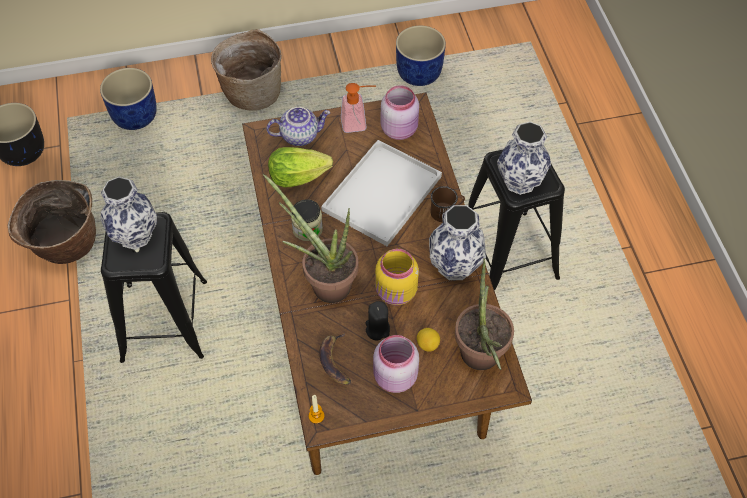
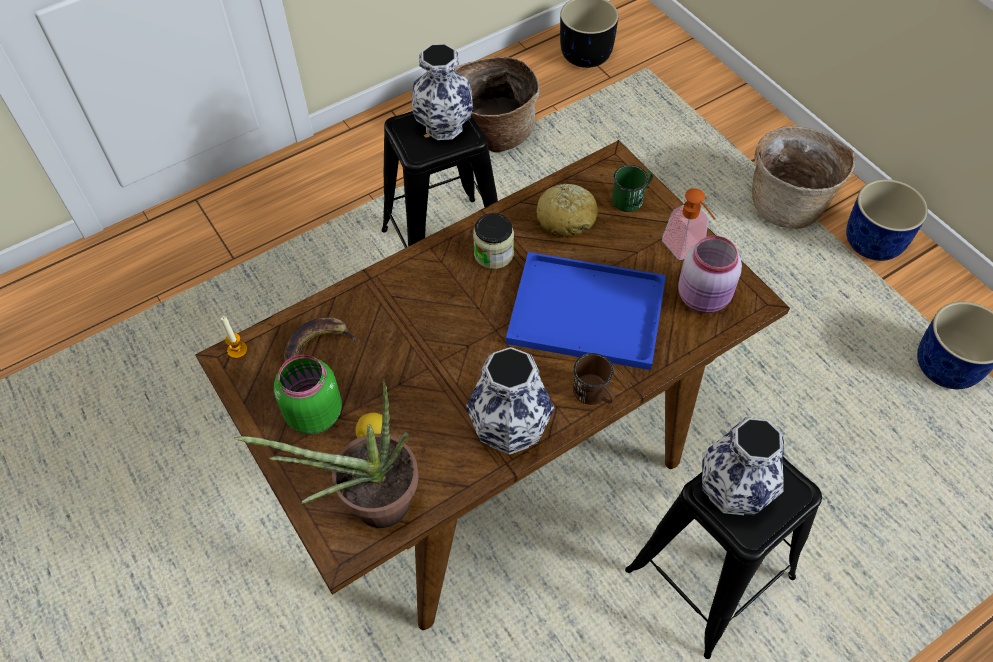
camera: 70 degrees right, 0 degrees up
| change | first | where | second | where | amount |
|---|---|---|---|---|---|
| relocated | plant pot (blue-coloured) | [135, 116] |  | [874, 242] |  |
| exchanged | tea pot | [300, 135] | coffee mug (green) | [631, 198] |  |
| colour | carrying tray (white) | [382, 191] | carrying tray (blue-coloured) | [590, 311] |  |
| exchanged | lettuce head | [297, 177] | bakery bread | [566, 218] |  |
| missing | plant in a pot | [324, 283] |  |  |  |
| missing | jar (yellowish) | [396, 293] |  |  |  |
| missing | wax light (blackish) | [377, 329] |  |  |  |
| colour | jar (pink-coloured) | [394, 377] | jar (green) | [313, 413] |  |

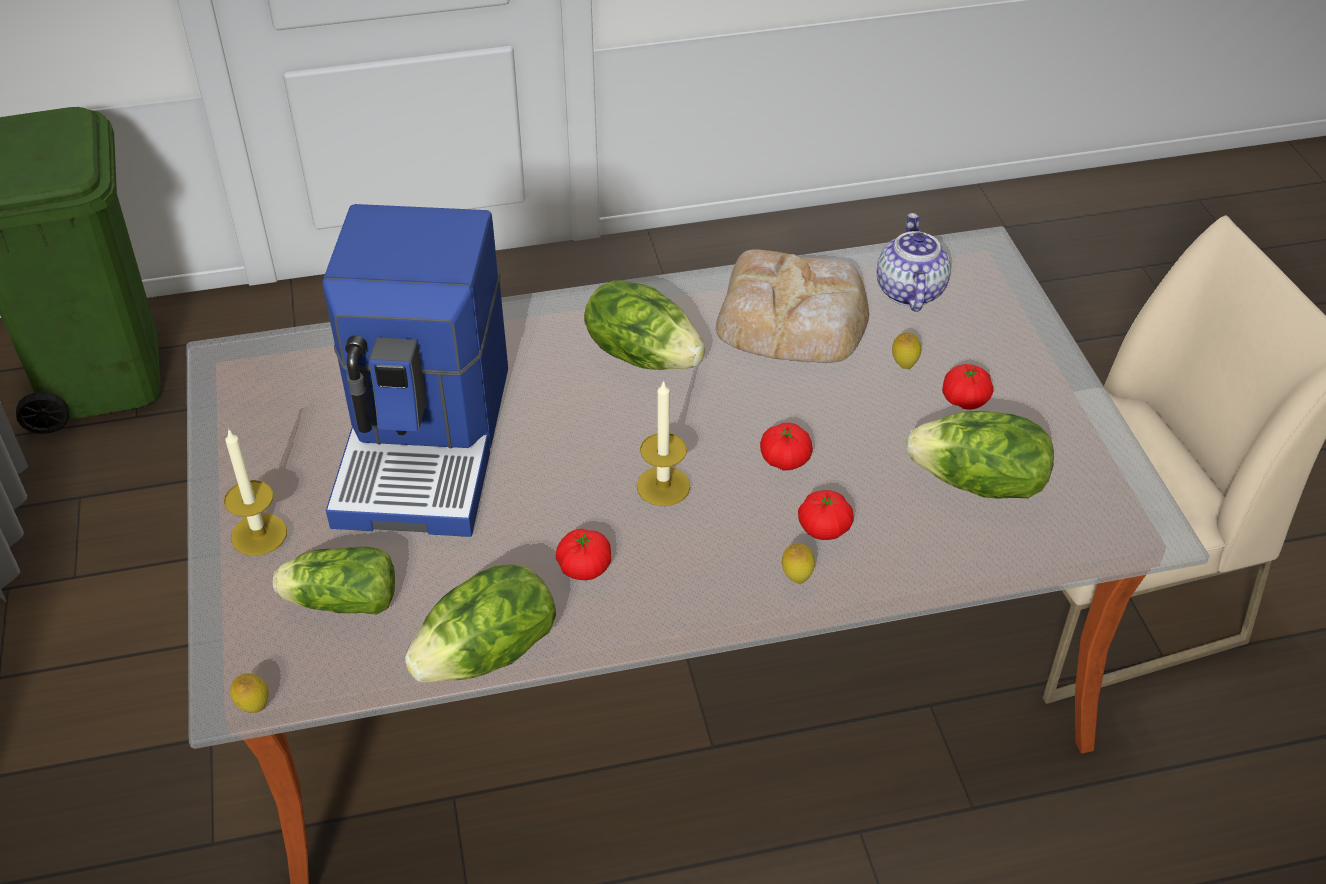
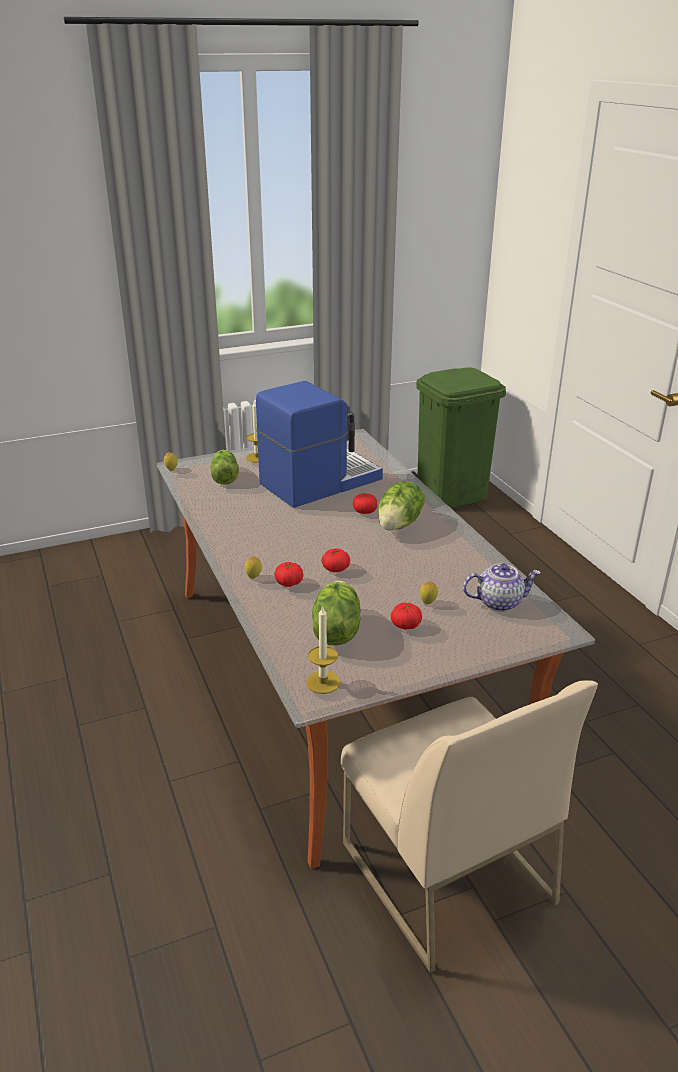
camera: 80 degrees right, 15 degrees down
| change | first | where | second | where | amount |
|---|---|---|---|---|---|
| spun | coffee machine | [428, 442] |  | [319, 481] | 150 degrees clockwise |
| missing | bakery bread | [794, 318] |  |  |  |
| relocated | wax light | [663, 486] |  | [323, 682] |  |
| relocated | fresh tomato | [584, 567] |  | [365, 511] |  |
| missing | lettuce head | [489, 654] |  |  |  |

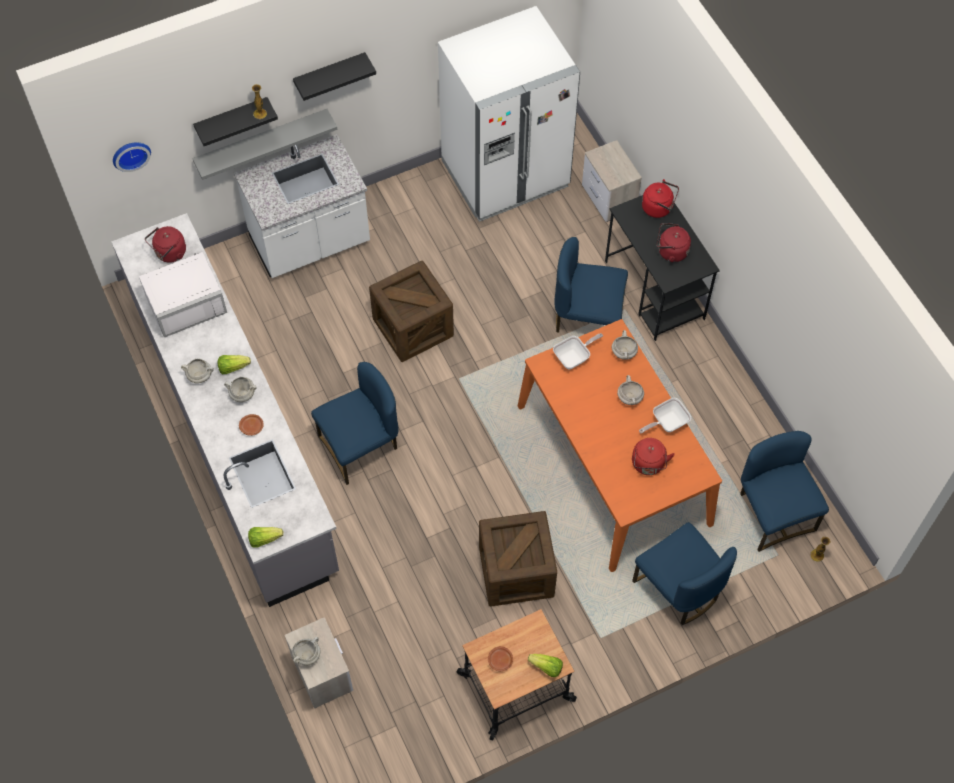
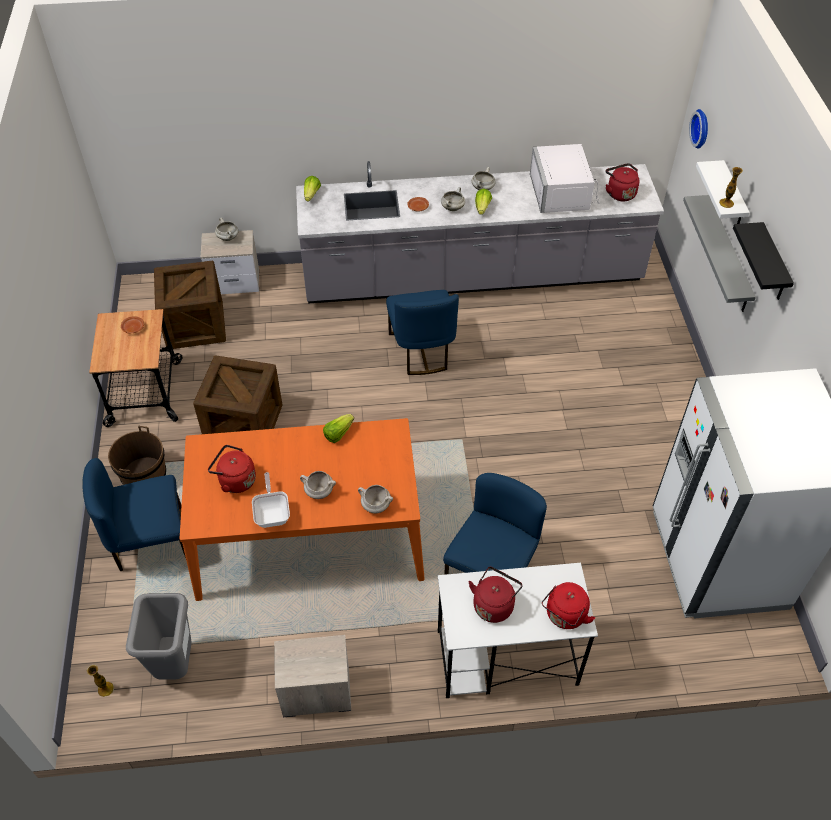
camera: 110 degrees right, 10 degrees down
| change | first | where | second | where | amount |
|---|---|---|---|---|---|
| colour | shelf (blackish) | [232, 120] | shelf (white) | [732, 198] |  |
| missing | kitchen base unit (white) | [310, 243] |  |  |  |
| relocated | night table | [609, 198] |  | [315, 691] |  |
| colour | desk table (blackish) | [655, 290] | desk table (white) | [505, 658] |  |
| relocated | shipping crate | [413, 327] |  | [195, 325] |  |
| missing | frying pan | [574, 357] |  |  |  |
| exchanged | chair (blue-coloured) | [773, 513] | rubbish bin (grey) | [175, 665] |  |
| relocated | lettuce head | [546, 667] |  | [338, 433] |  |
| appeared |  |  | pail (brown-coloured) | [144, 476] |  |

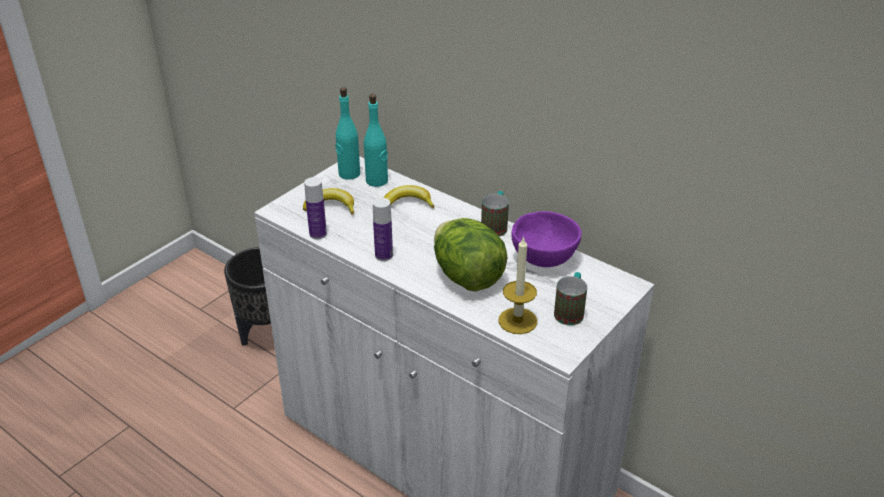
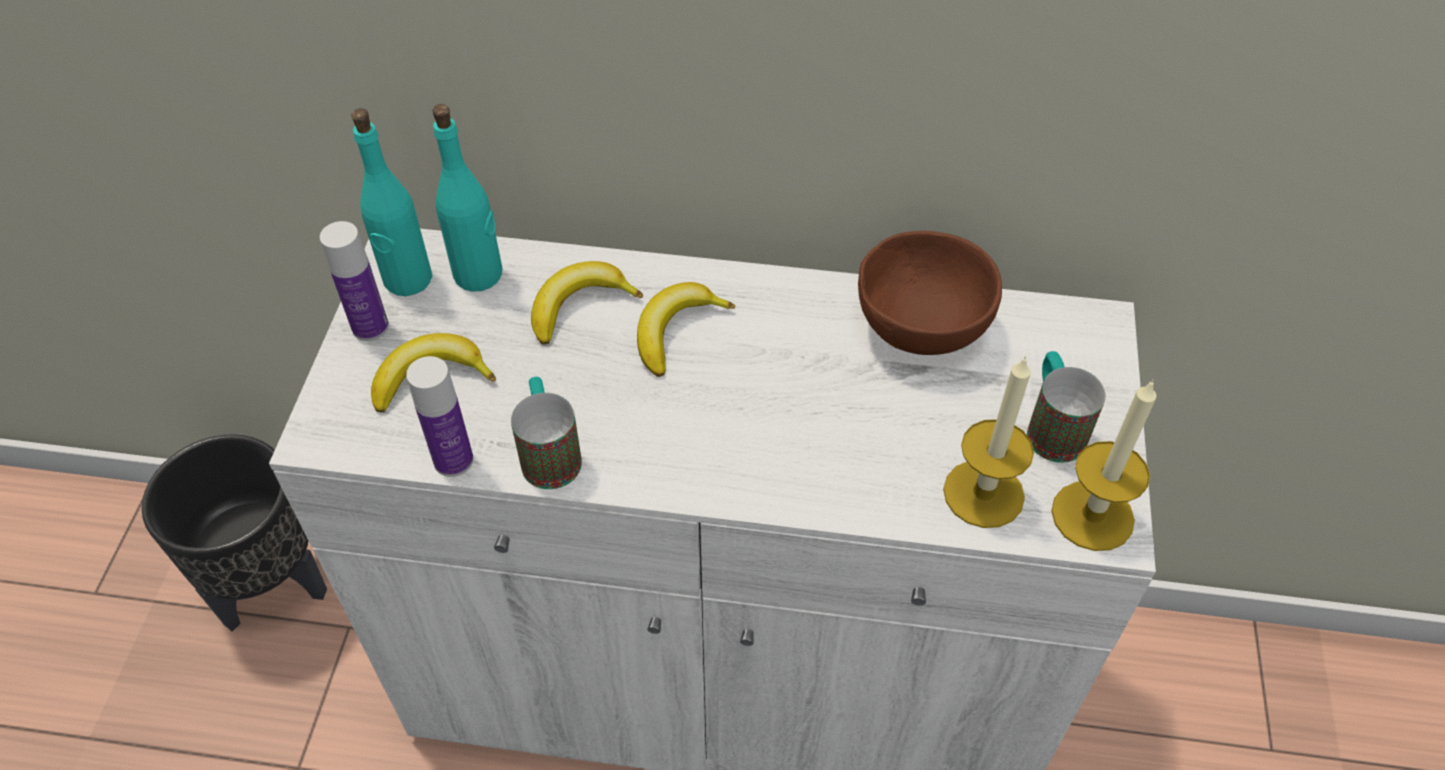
camera: 30 degrees left, 15 degrees up
| change | first | where | second | where | amount |
|---|---|---|---|---|---|
| relocated | coffee mug | [495, 226] |  | [549, 452] |  |
| relocated | beverage bottle | [384, 255] |  | [370, 327] |  |
| colour | bowl (purplish) | [543, 258] | bowl (brown-coloured) | [919, 327] |  |
| missing | lettuce head | [467, 277] |  |  |  |
| appeared |  |  | banana fruit | [676, 332] |  |
| appeared |  |  | wax light | [1092, 515] |  |

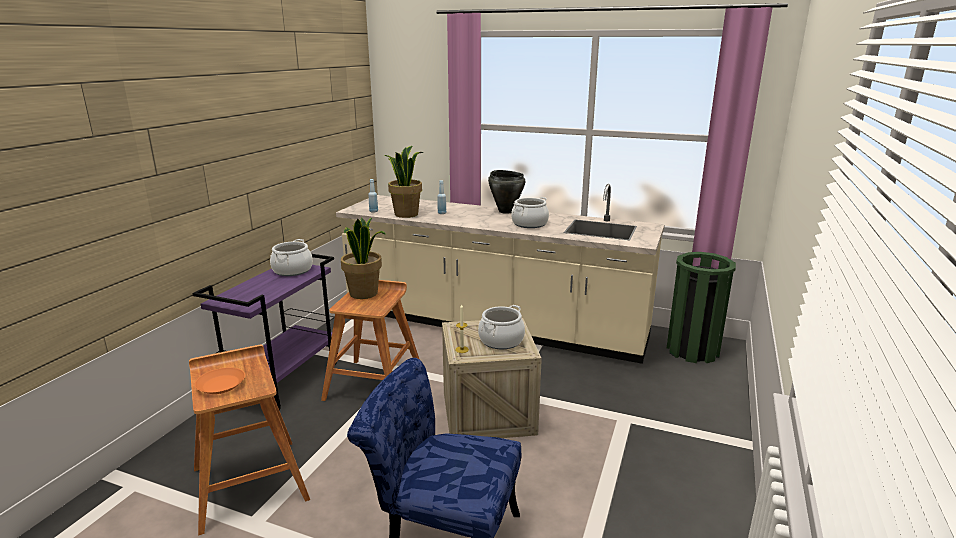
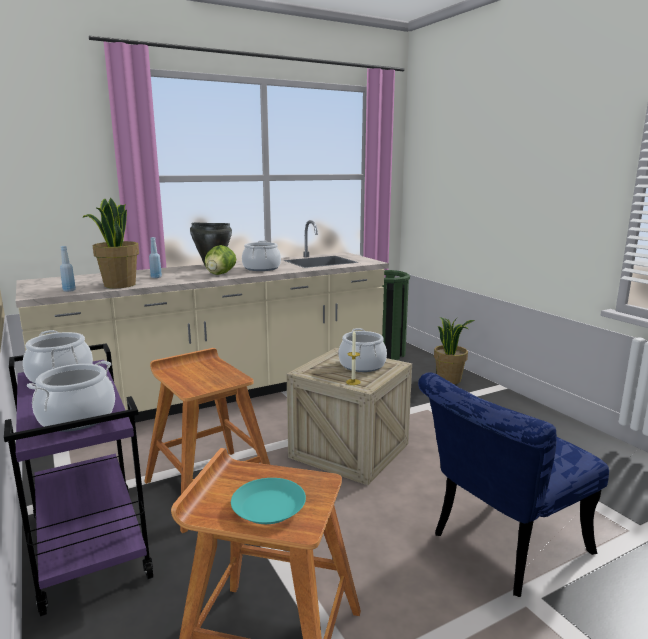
camera: 50 degrees left, 5 degrees down
| change | first | where | second | where | amount |
|---|---|---|---|---|---|
| relocated | plant in a pot | [364, 293] |  | [449, 380] |  |
| colour | dinner plate (orange) | [220, 385] | dinner plate (turquoise-coloured) | [268, 507] |  |
| appeared |  |  | lettuce head | [220, 274] |  |
| appeared |  |  | stockpot | [77, 418] |  |

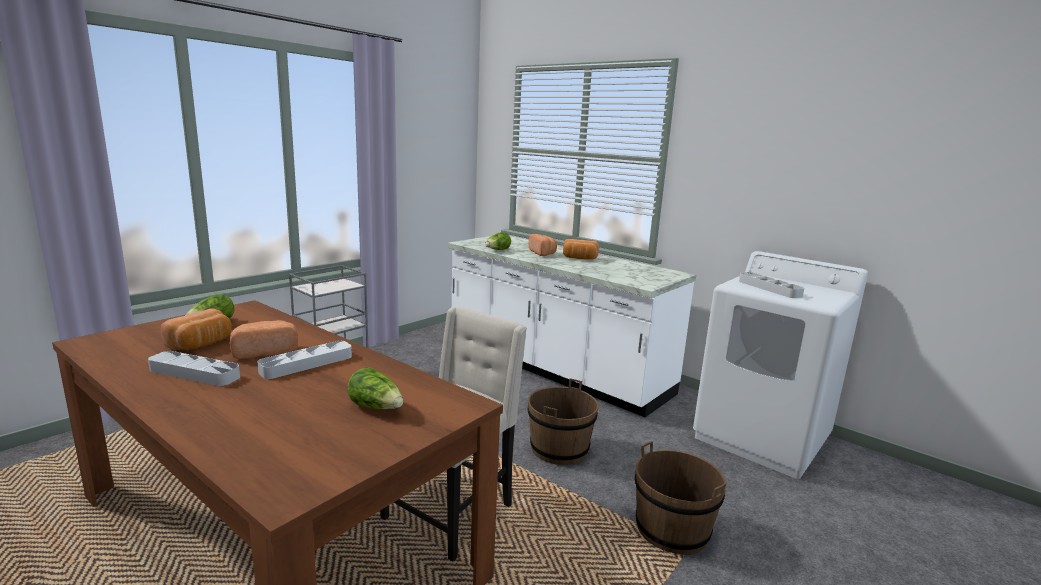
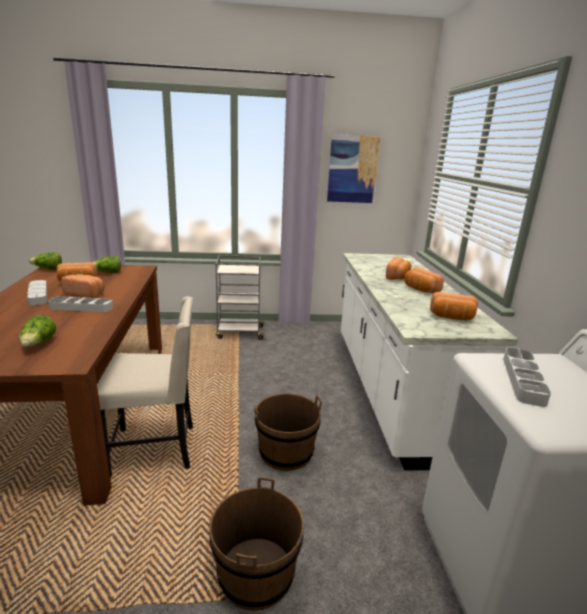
camera: 45 degrees right, 5 degrees up
| change | first | where | second | where | amount |
|---|---|---|---|---|---|
| relocated | lettuce head | [497, 250] |  | [48, 269] |  |
| appeared |  |  | wall art | [352, 169] |  |
| appeared |  |  | bakery bread | [452, 317] |  |

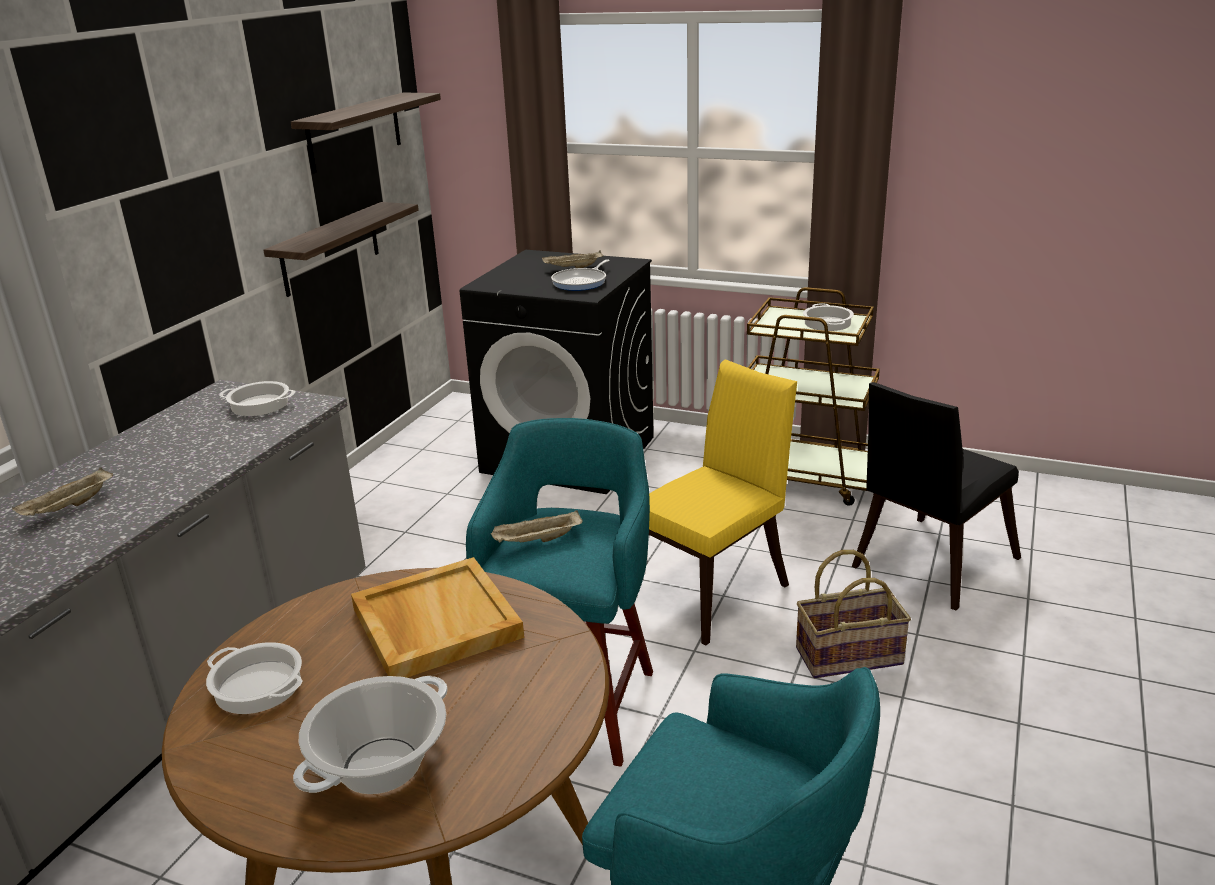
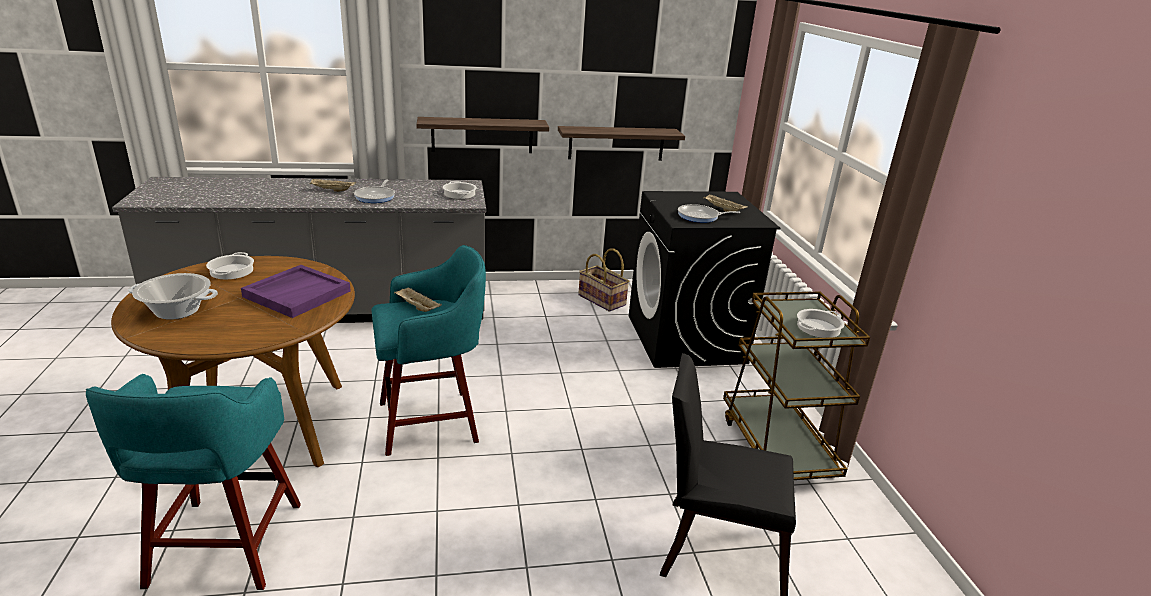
camera: 55 degrees right, 0 degrees up
| change | first | where | second | where | amount |
|---|---|---|---|---|---|
| relocated | shelf | [354, 132] |  | [482, 135] |  |
| missing | chair (yellowish) | [712, 587] |  |  |  |
| relocated | storage basket | [849, 655] |  | [602, 300] |  |
| colour | carrying tray (beige-coloured) | [434, 622] | carrying tray (purplish) | [297, 293] |  |
| appeared |  |  | frying pan | [376, 197] |  |

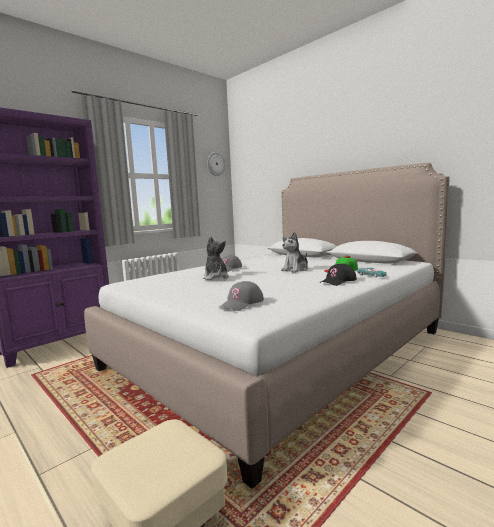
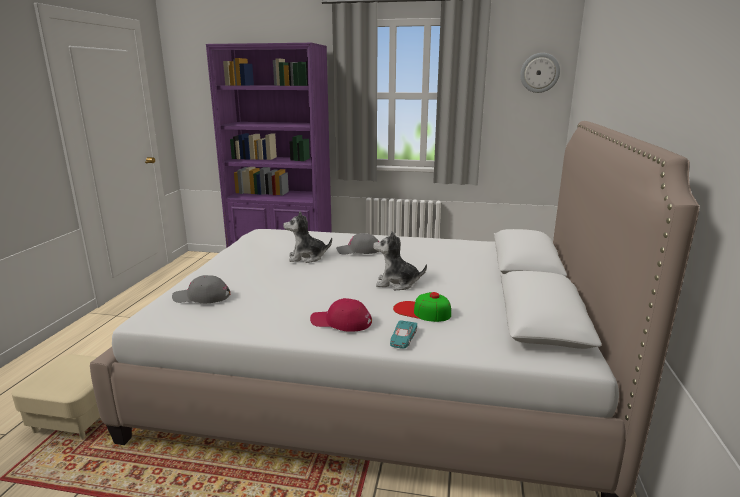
camera: 55 degrees right, 10 degrees up
| change | first | where | second | where | amount |
|---|---|---|---|---|---|
| spun | cuddly toy | [215, 277] |  | [307, 257] | 135 degrees counterclockwise |
| colour | peaked cap (blackish) | [338, 281] | peaked cap (red) | [341, 322] |  |

